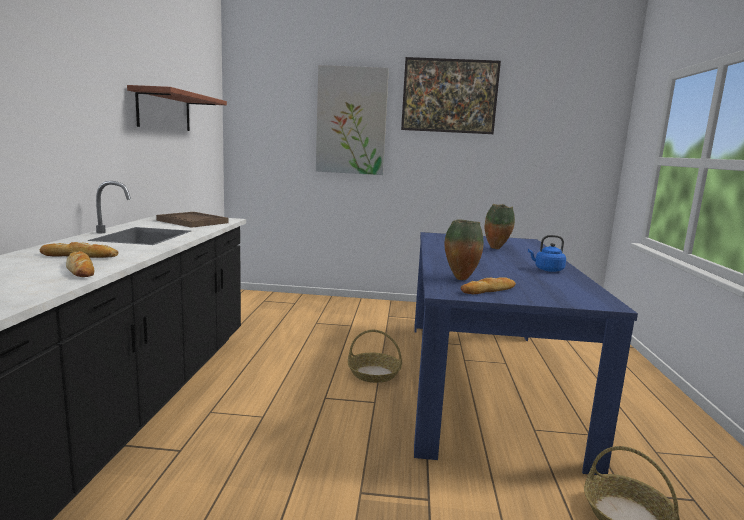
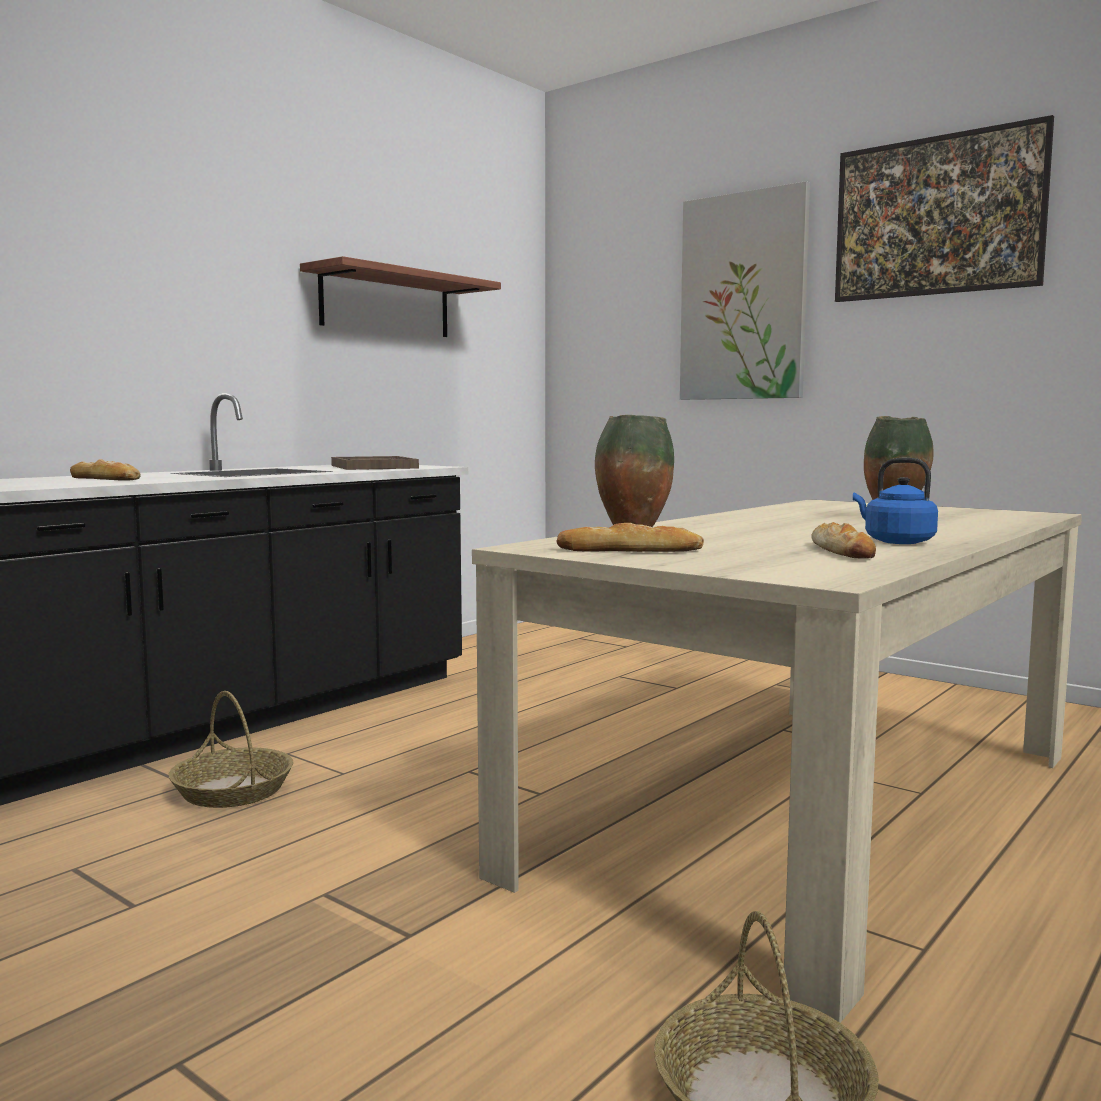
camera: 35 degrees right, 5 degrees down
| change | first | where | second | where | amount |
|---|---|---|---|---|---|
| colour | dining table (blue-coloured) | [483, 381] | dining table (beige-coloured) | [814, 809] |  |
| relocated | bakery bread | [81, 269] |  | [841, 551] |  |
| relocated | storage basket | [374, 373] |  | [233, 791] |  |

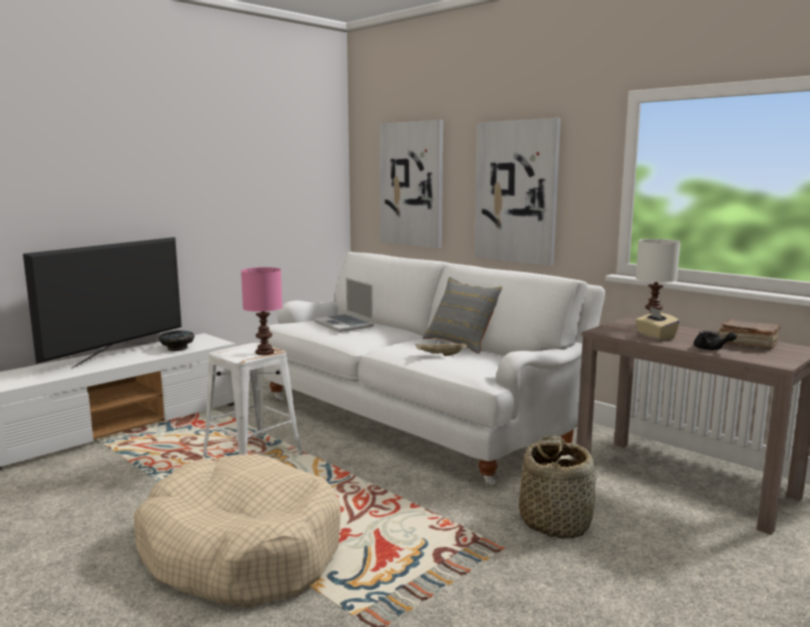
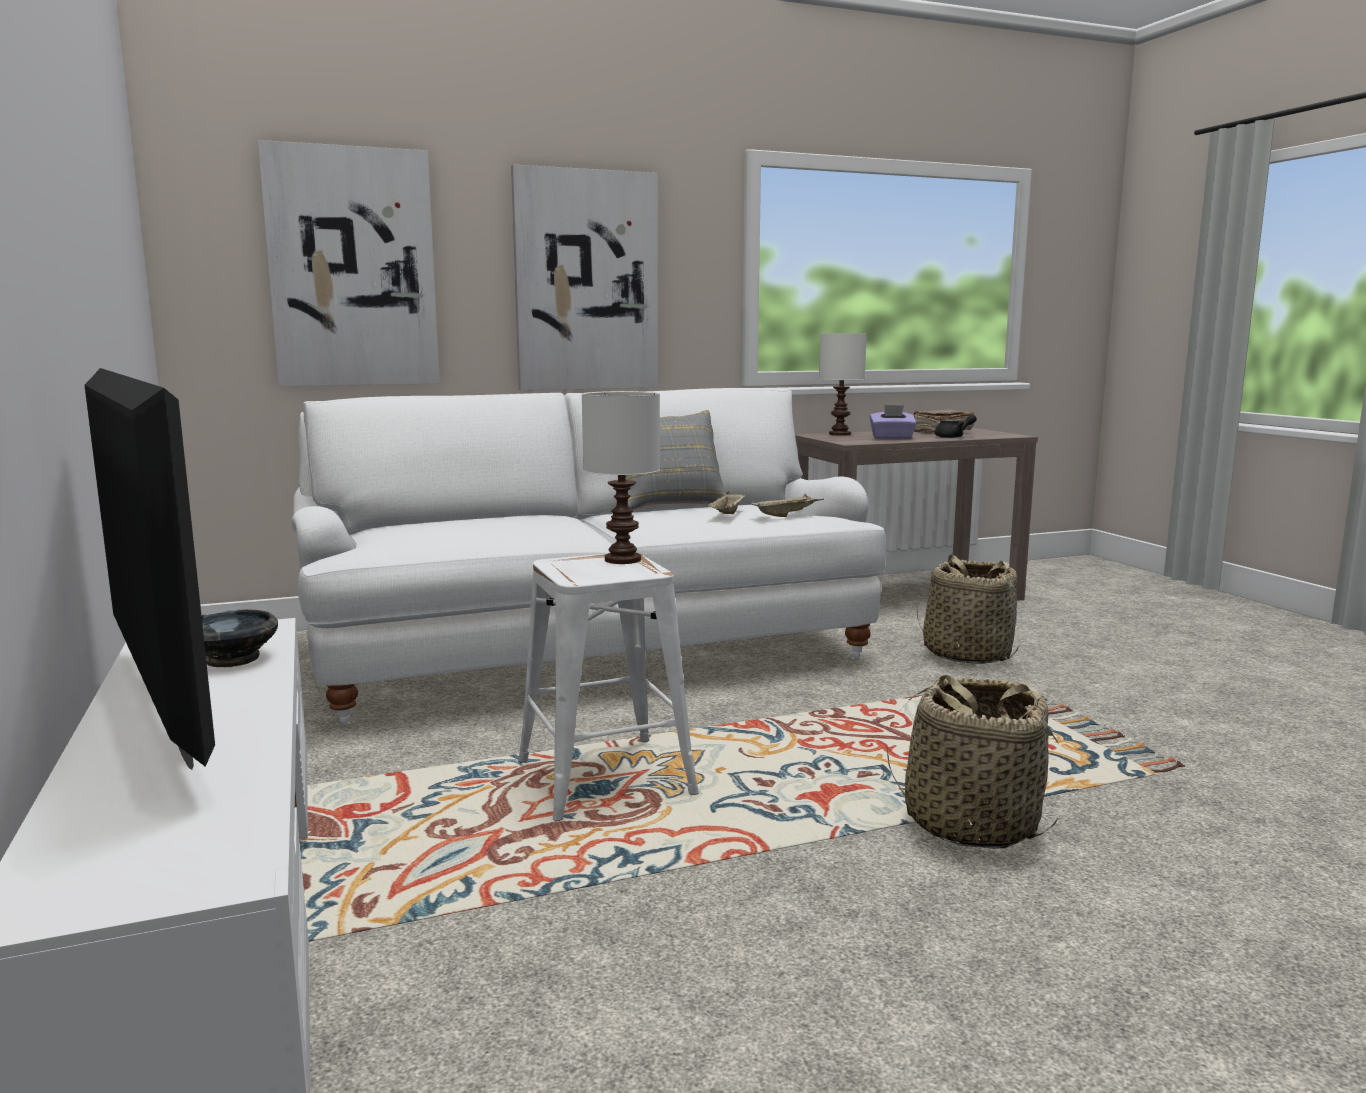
camera: 65 degrees left, 0 degrees up
| change | first | where | second | where | amount |
|---|---|---|---|---|---|
| colour | tabletop lamp (pink-coloured) | [264, 352] | tabletop lamp (white) | [622, 560] |  |
| missing | portable computer | [345, 324] |  |  |  |
| colour | tissue box (beige-coloured) | [655, 336] | tissue box (purplish) | [892, 438] |  |
| exchanged | pet bed (beige-coloured) | [241, 551] | storage basket | [970, 823] |  |
| appeared |  |  | carrying tray (beige-coloured) | [786, 515] |  |

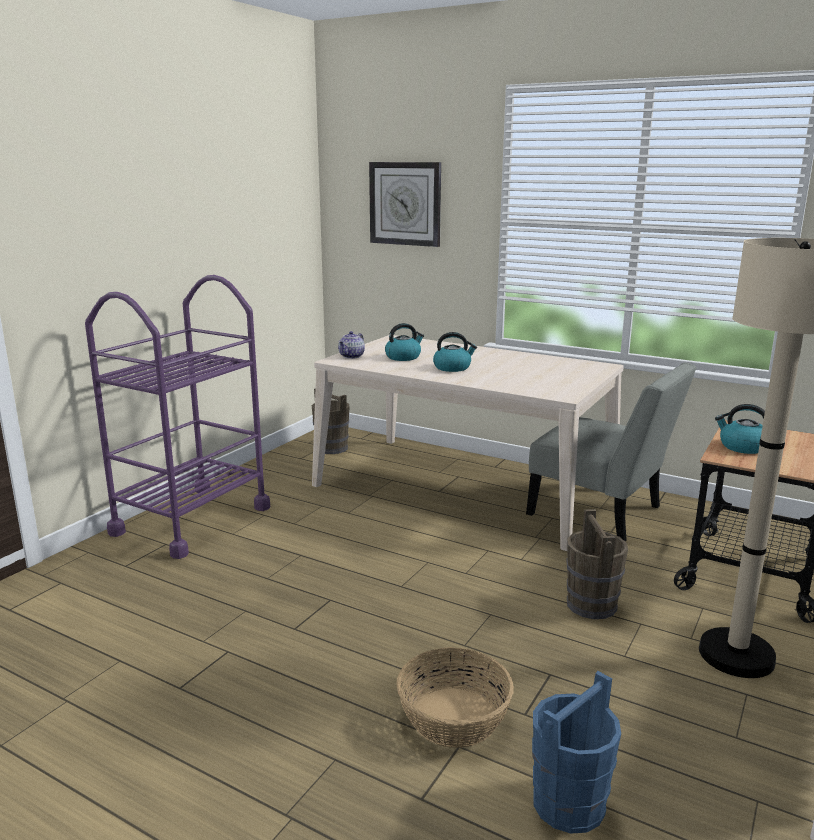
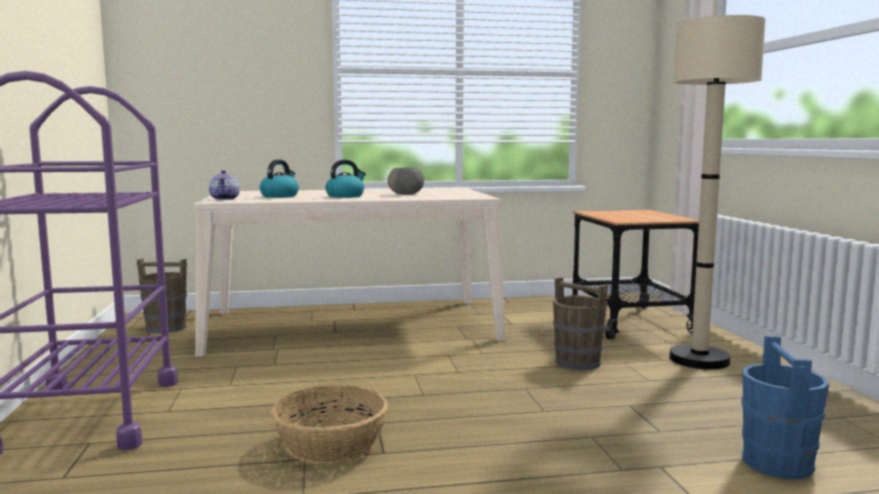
camera: 40 degrees left, 10 degrees down
| change | first | where | second | where | amount |
|---|---|---|---|---|---|
| missing | clock on the wall | [405, 203] |  |  |  |
| missing | chair (grey) | [601, 513] |  |  |  |
| missing | tea kettle | [742, 447] |  |  |  |
| relocated | storage basket | [453, 716] |  | [330, 444] |  |
| appeared |  |  | bowl (grey) | [406, 194] |  |

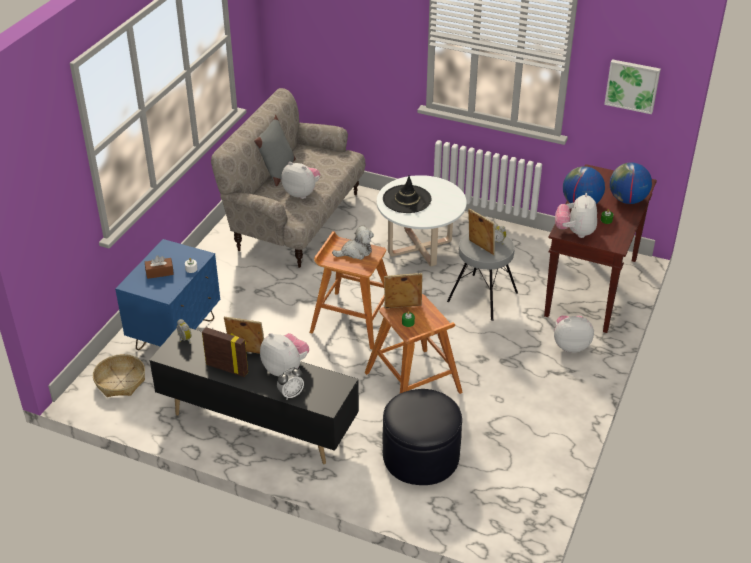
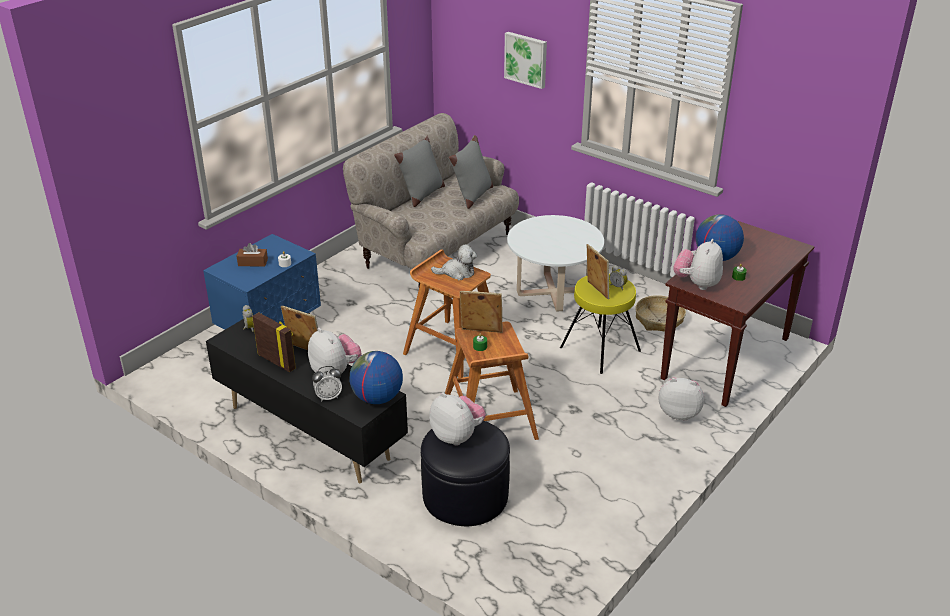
camera: 15 degrees right, 5 degrees down
| change | first | where | second | where | amount |
|---|---|---|---|---|---|
| relocated | wall art | [632, 85] |  | [526, 59] |  |
| relocated | cuddly toy | [302, 193] |  | [457, 436] |  |
| relocated | globe | [627, 200] |  | [377, 398] |  |
| missing | wearable hat (blackish) | [407, 199] |  |  |  |
| colour | stool seat (grey) | [483, 297] | stool seat (yellowish) | [600, 349] |  |
| relocated | storage basket | [121, 382] |  | [659, 320] |  |
| appeared |  |  | cushion (grey) | [472, 196] |  |

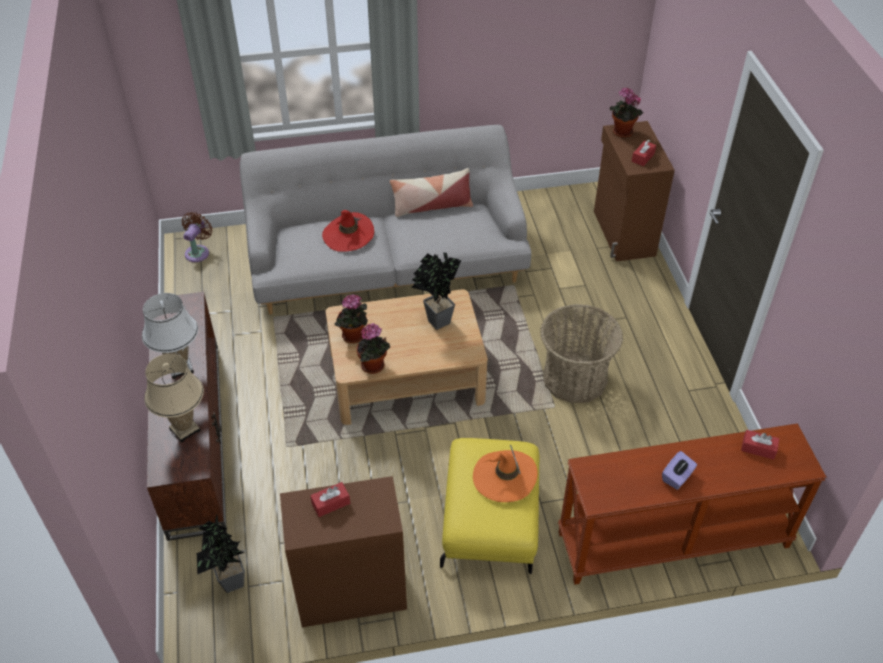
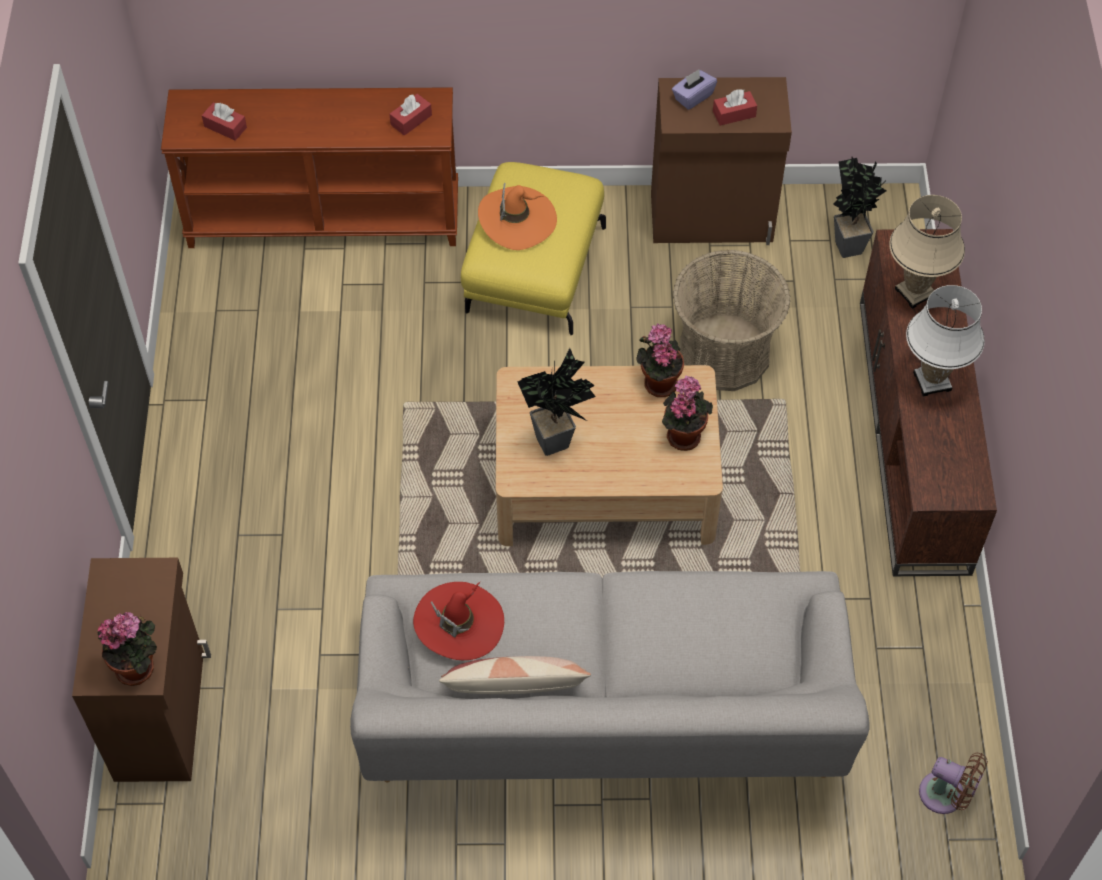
camera: 170 degrees left, 10 degrees up
| change | first | where | second | where | amount |
|---|---|---|---|---|---|
| relocated | tissue box (red) | [643, 157] |  | [411, 120] |  |
| relocated | wearable hat (red) | [348, 235] |  | [459, 623] |  |
| spun | fan (brown-coloured) | [198, 252] |  | [946, 795] | 90 degrees counterclockwise |
| relocated | storage basket | [575, 378] |  | [723, 353] |  |
| relocated | tissue box (purplish) | [677, 477] |  | [693, 97] |  |

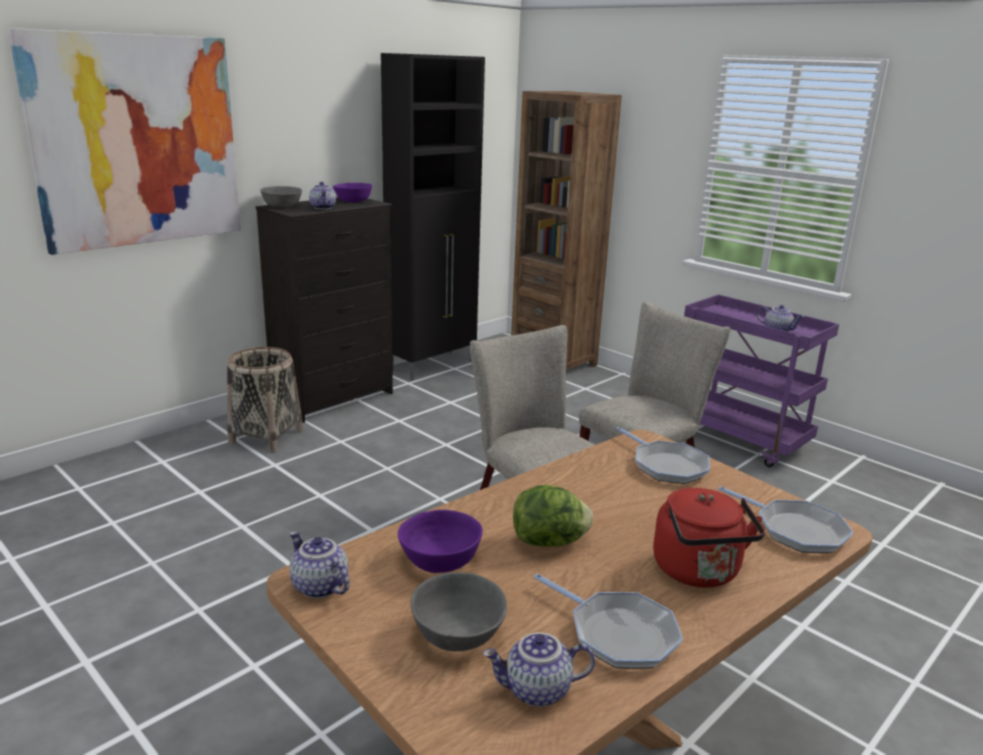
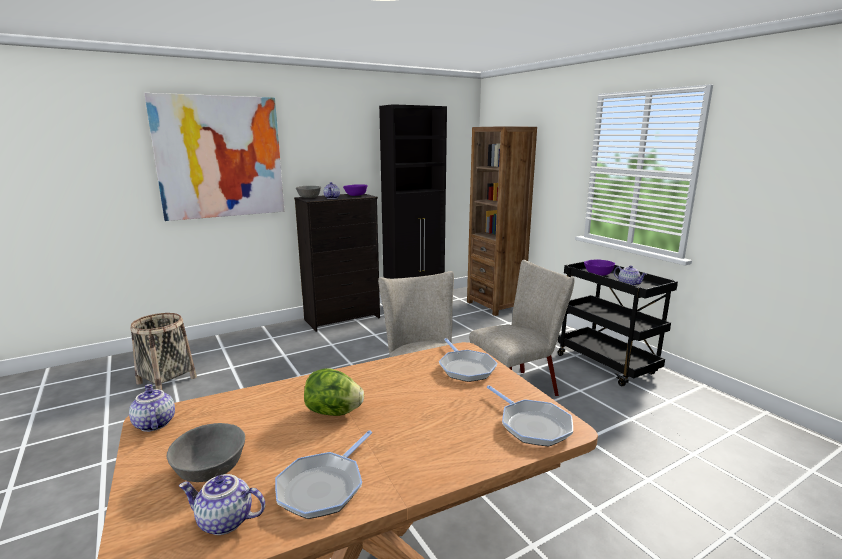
camera: 15 degrees right, 5 degrees down
| change | first | where | second | where | amount |
|---|---|---|---|---|---|
| colour | cart (purplish) | [740, 440] | cart (blackish) | [607, 365] |  |
| relocated | storage basket | [266, 436] |  | [167, 380] |  |
| missing | tea kettle (red) | [699, 572] |  |  |  |
| relocated | bowl (purplish) | [439, 560] |  | [598, 274] |  |
| spun | frying pan | [618, 634] |  | [323, 487] | 60 degrees clockwise |

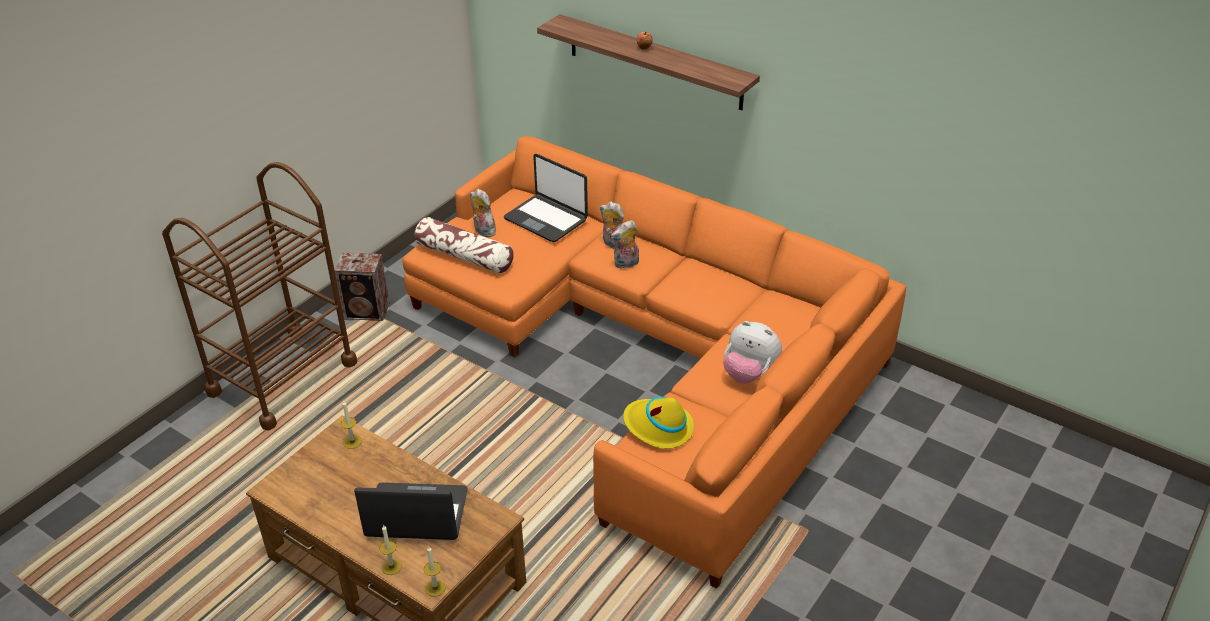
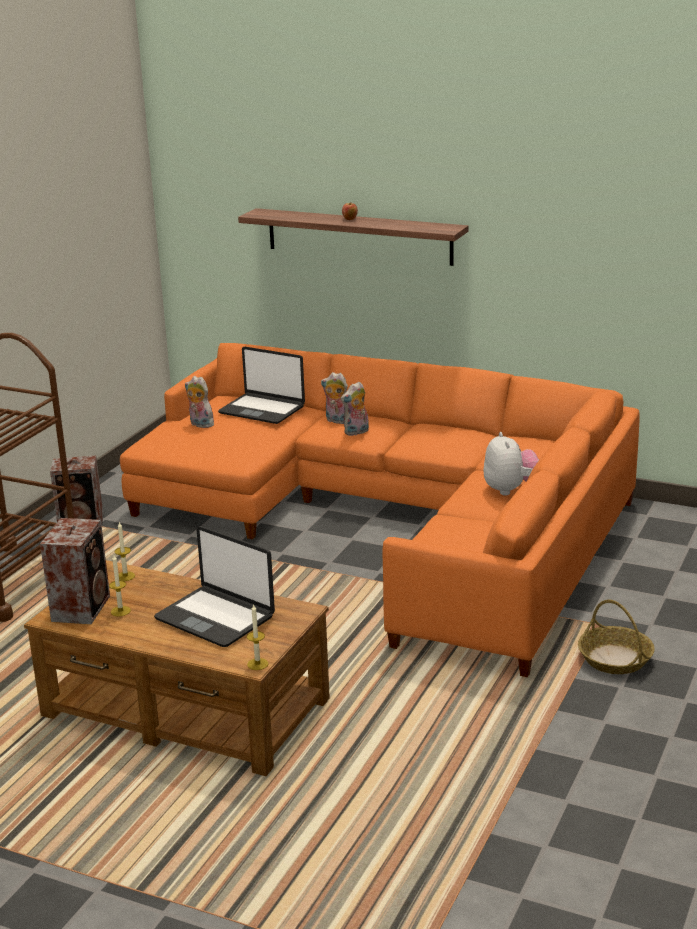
camera: 10 degrees left, 15 degrees down
| change | first | where | second | where | amount |
|---|---|---|---|---|---|
| missing | cushion | [465, 256] |  |  |  |
| spun | cuddly toy | [749, 374] |  | [511, 490] | 120 degrees counterclockwise |
| missing | wearable hat (yellowish) | [658, 427] |  |  |  |
| spun | portable computer | [416, 515] |  | [216, 617] | 135 degrees counterclockwise |
| relocated | wax light | [391, 567] |  | [120, 611] |  |
| appeared |  |  | audio speaker | [82, 607] |  |
| appeared |  |  | storage basket | [615, 659] |  |

